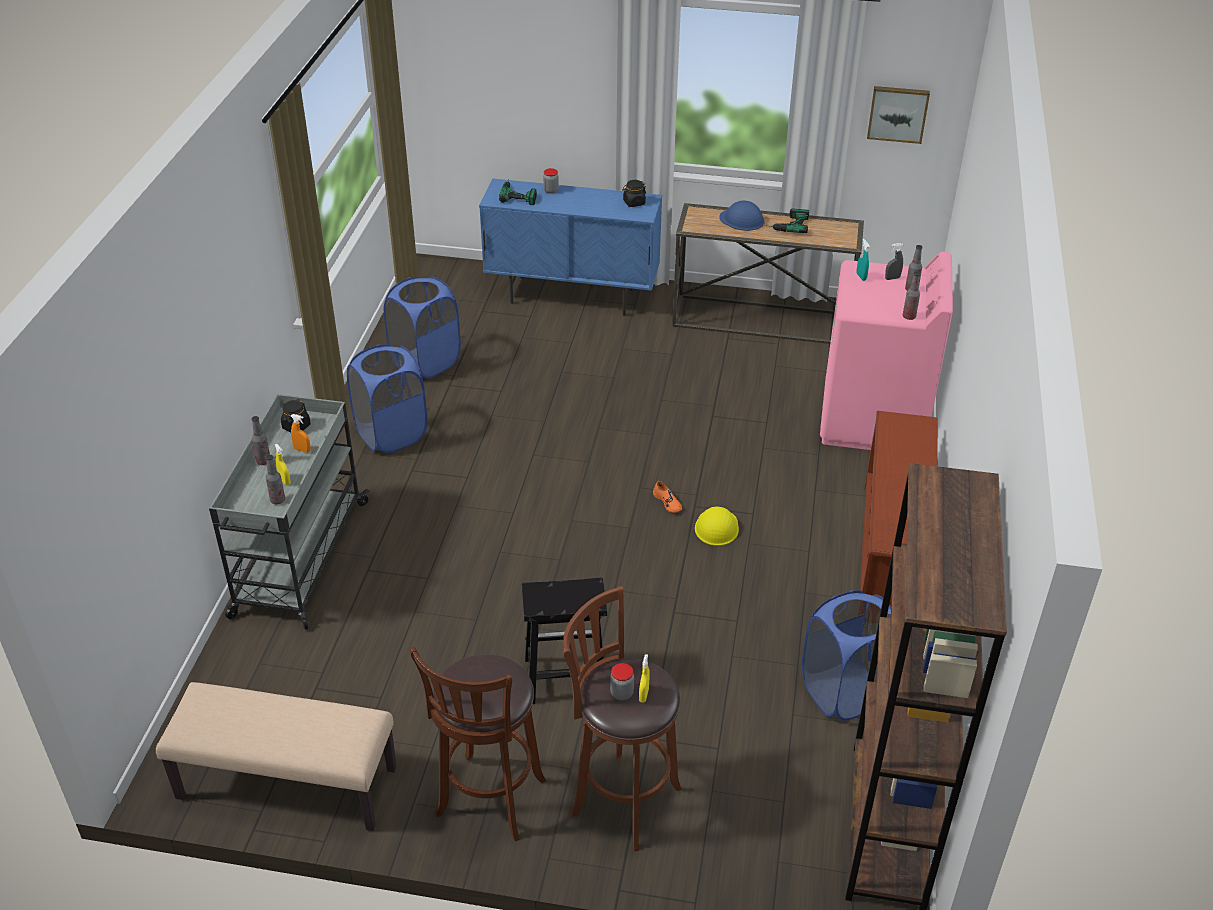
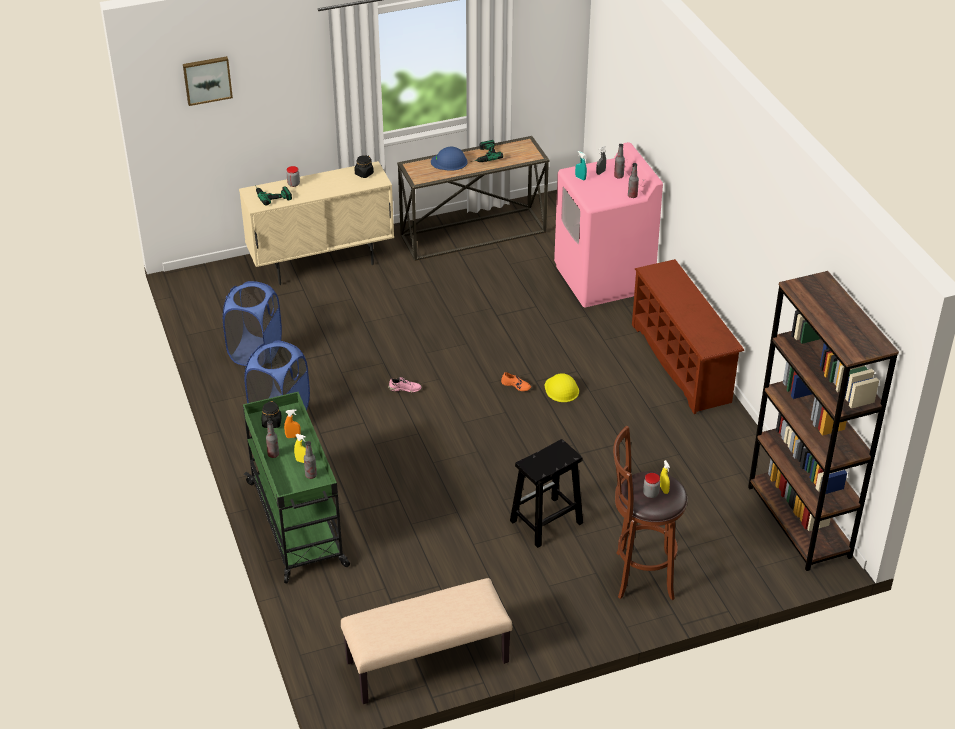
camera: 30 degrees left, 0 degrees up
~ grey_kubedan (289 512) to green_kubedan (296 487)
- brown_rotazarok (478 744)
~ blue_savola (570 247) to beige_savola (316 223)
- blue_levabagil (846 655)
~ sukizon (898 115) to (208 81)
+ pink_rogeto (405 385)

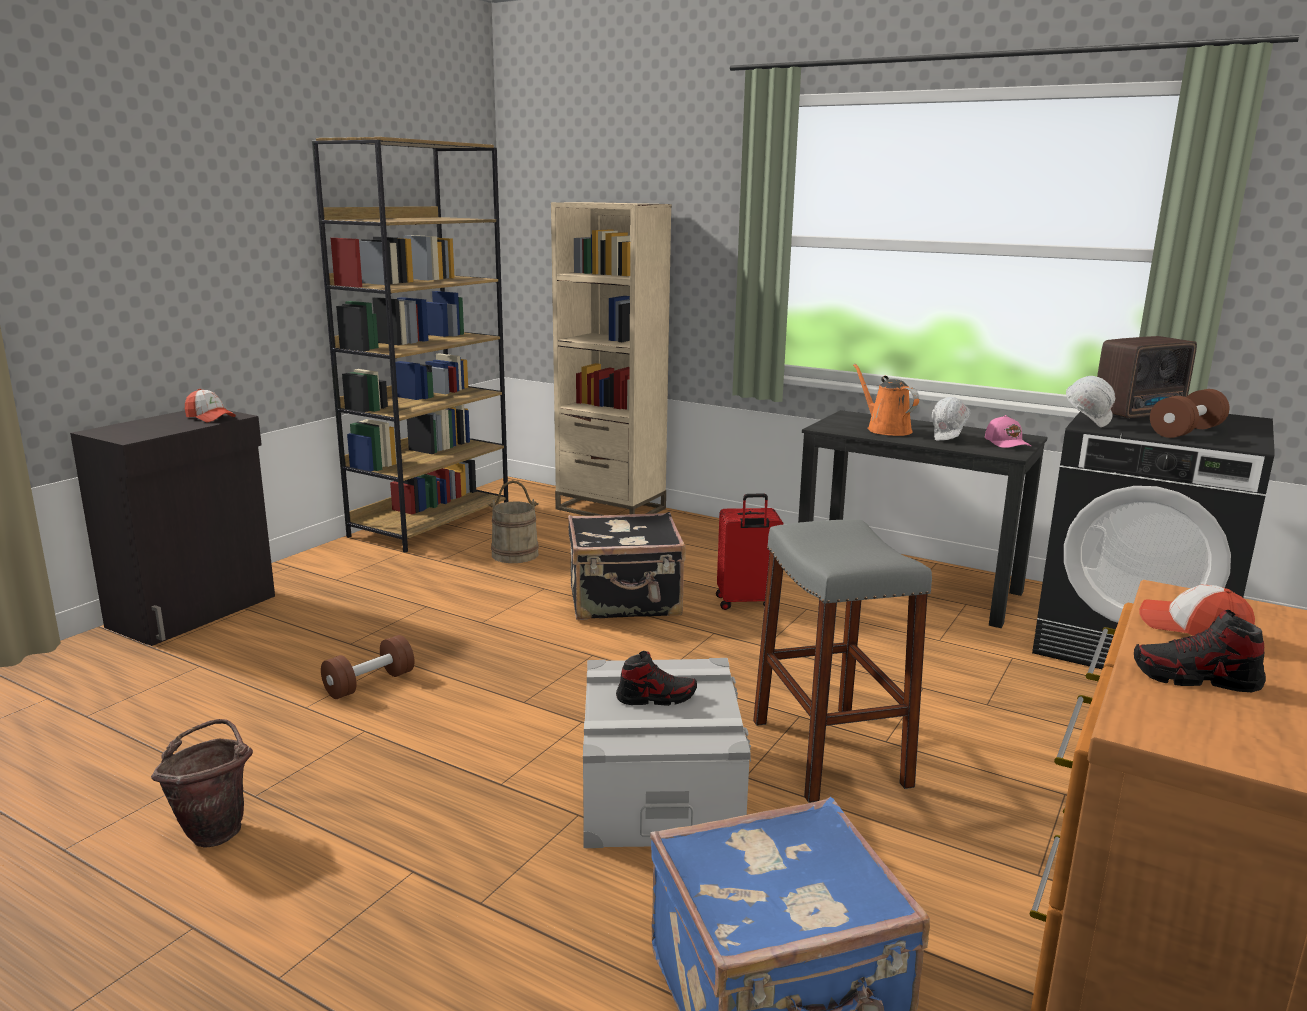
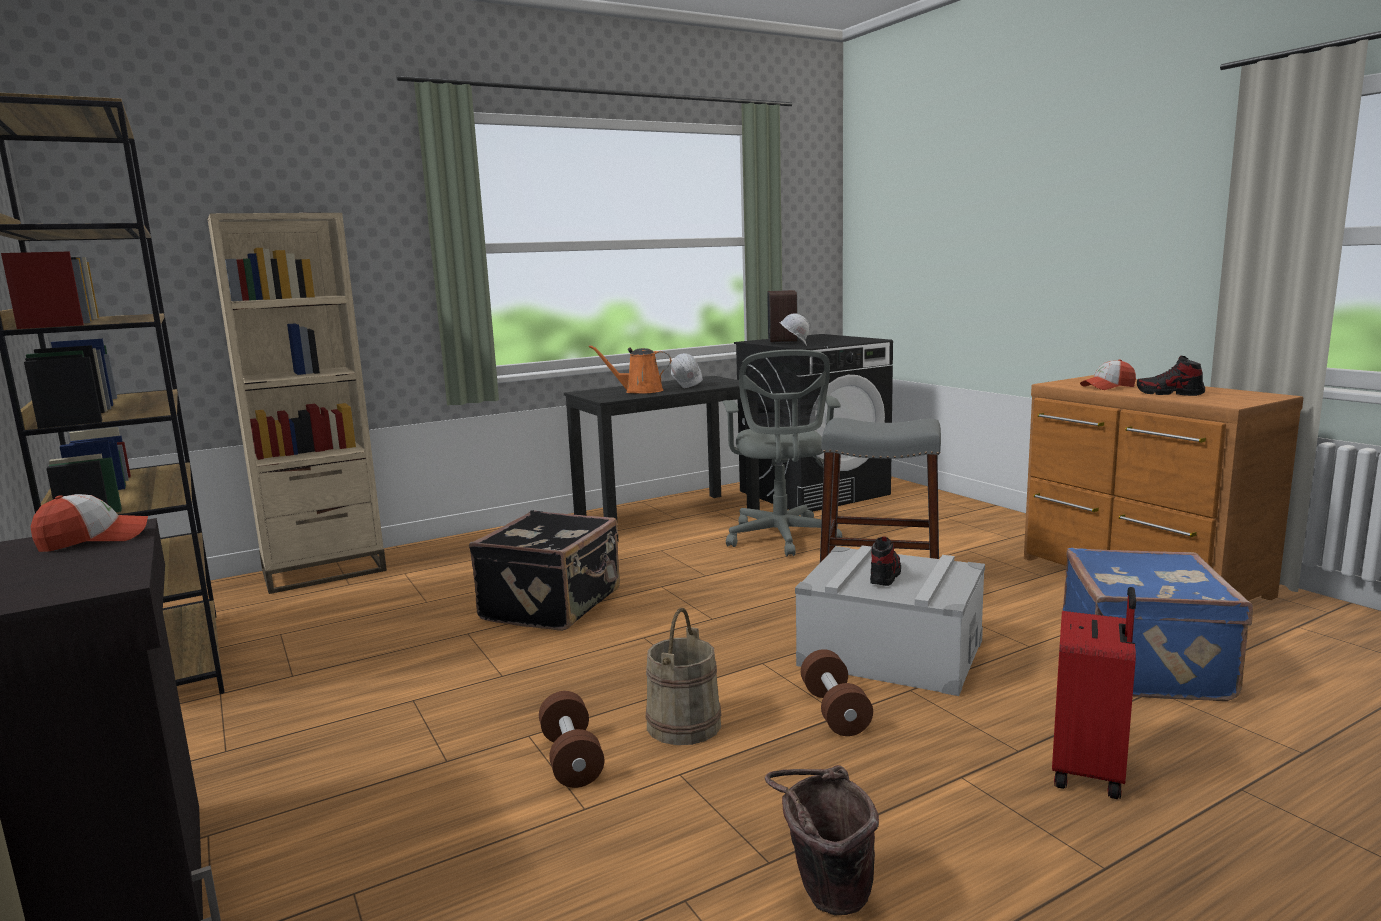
camera: 60 degrees left, 5 degrees down
~ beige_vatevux (513 521) to (683 676)
~ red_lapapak (749 551) to (1094 693)
- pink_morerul (1008 431)
~ rogeto (1200 651) = (1171 376) 75 degrees clockwise
~ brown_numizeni (1189 413) to (837 692)
+ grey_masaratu (782 453)

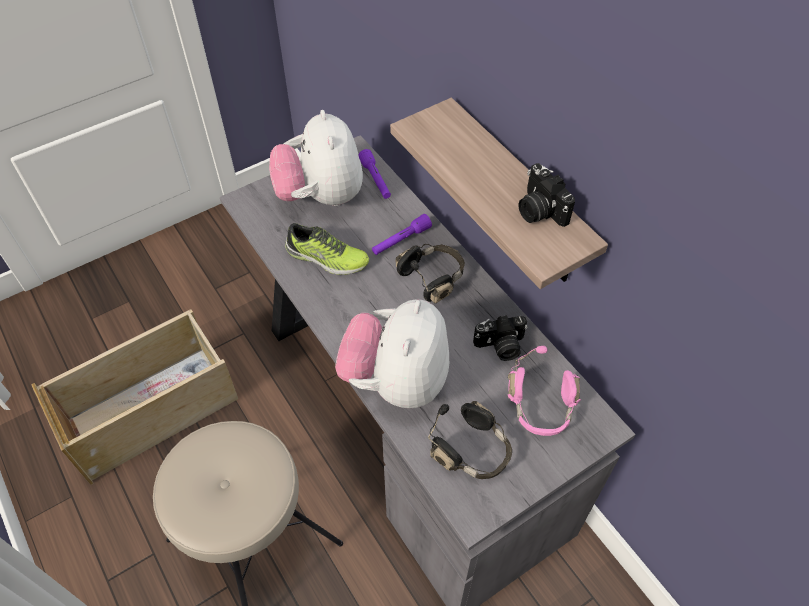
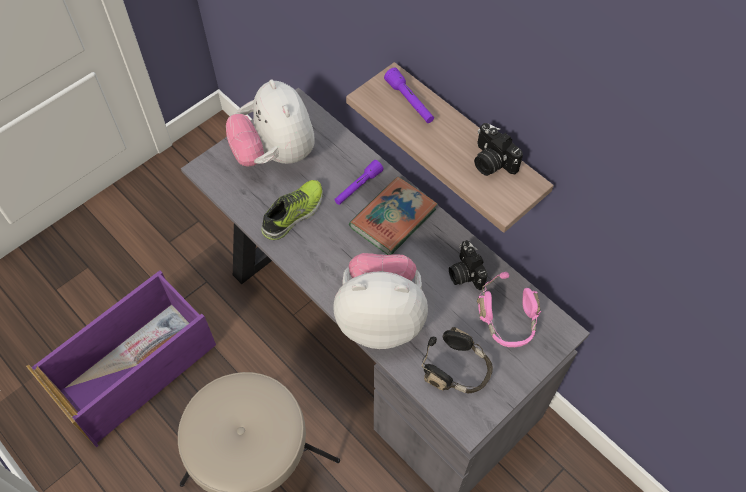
camera: 10 degrees left, 5 degrees up
~ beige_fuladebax (134 397) to purple_fuladebax (121 359)
~ rogeto (327 249) = (292 210) 60 degrees counterclockwise
~ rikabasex (392 353) = (380 301) 90 degrees clockwise
~ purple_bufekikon (374 174) to (409 95)
~ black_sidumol (430 273) to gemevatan (393 216)
~ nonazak (500 338) = (468 265) 90 degrees clockwise

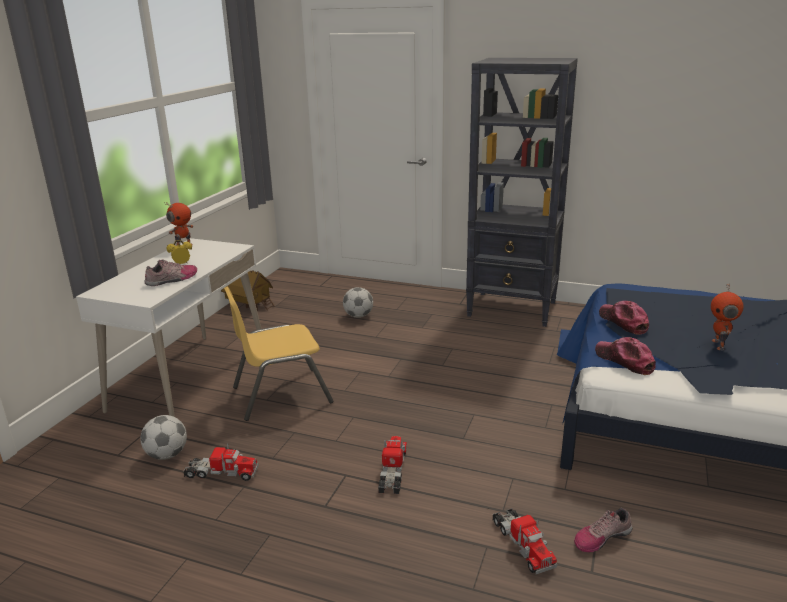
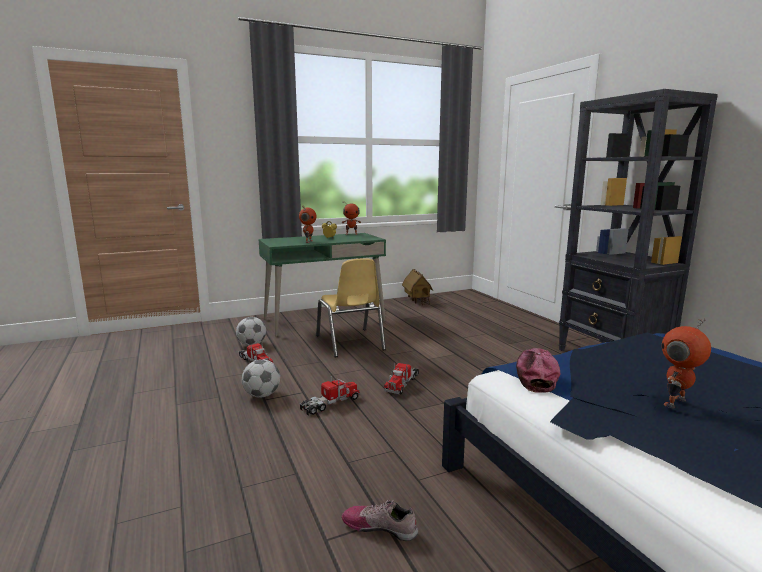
camera: 45 degrees right, 10 degrees down
~ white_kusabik (168 327) to green_kusabik (322 284)
~ rogeto (171 272) to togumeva (308 225)
~ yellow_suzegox (279 354) = (351 307) 135 degrees counterclockwise
~ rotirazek (358 302) to (261 378)
~ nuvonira (525 541) to (401 378)
- morerul (624 318)

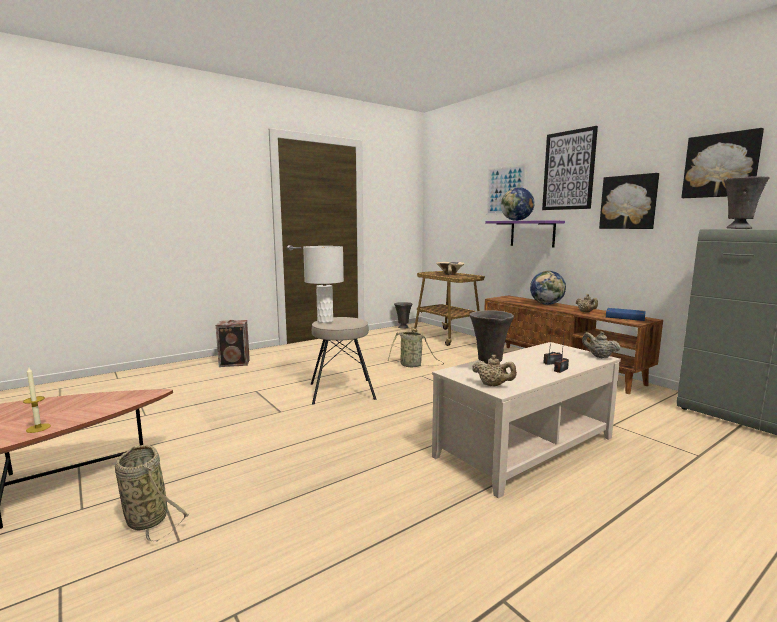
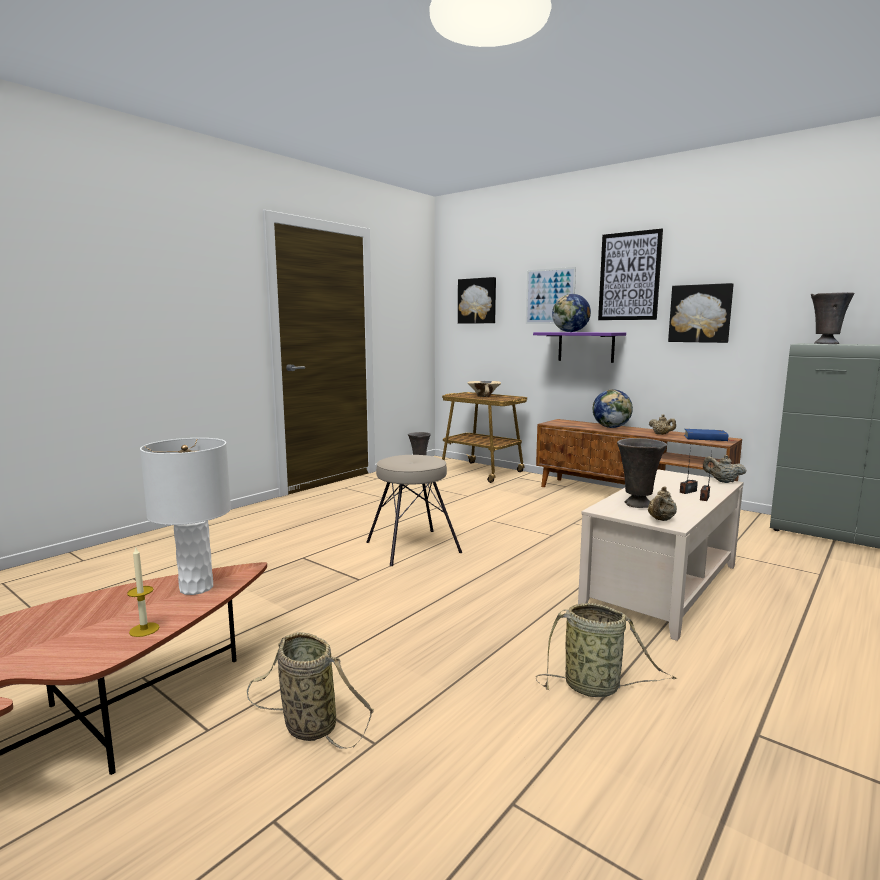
camera: 15 degrees left, 0 degrees up
- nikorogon (233 343)
~ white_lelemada (323 284) to (185 516)
~ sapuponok (416 349) to (606 650)
~ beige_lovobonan (494 371) = (662 503) 105 degrees clockwise
~ sukizon (722 163) to (477 300)

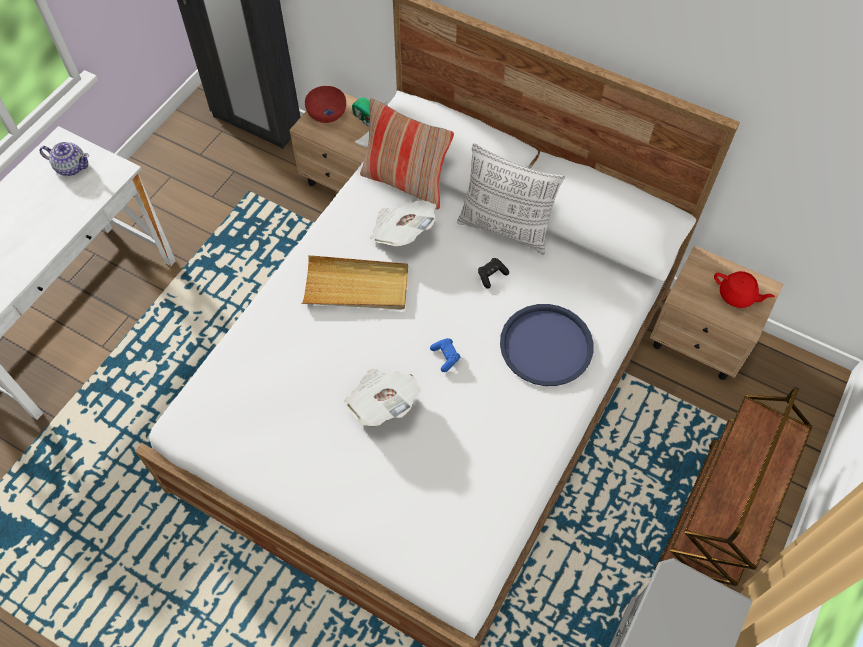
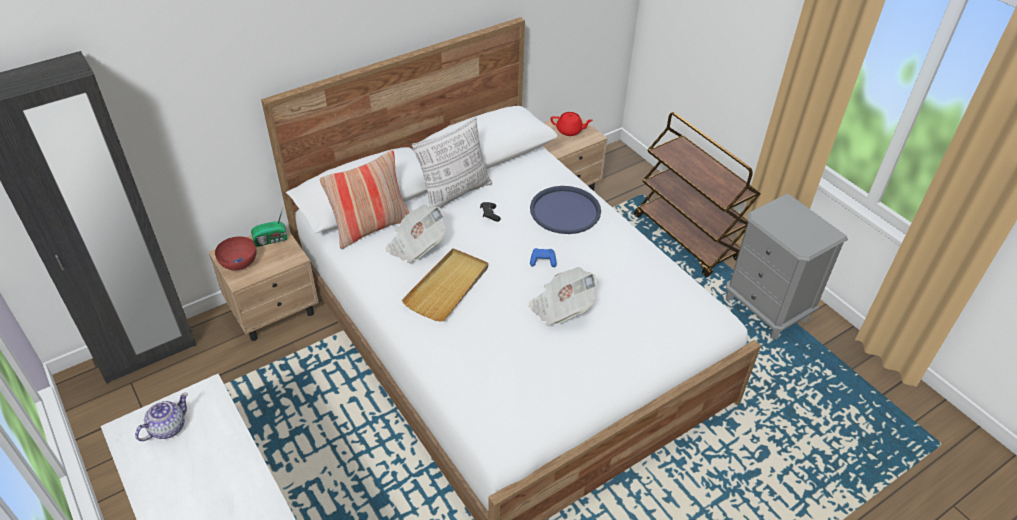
camera: 65 degrees left, 15 degrees down
~ red_lovobonan (744 289) = (571 124) 45 degrees clockwise

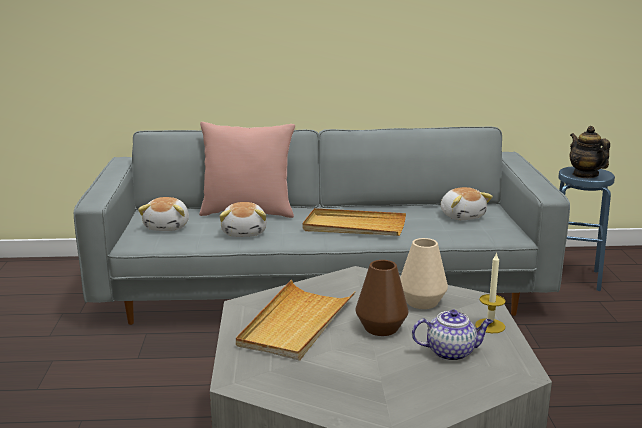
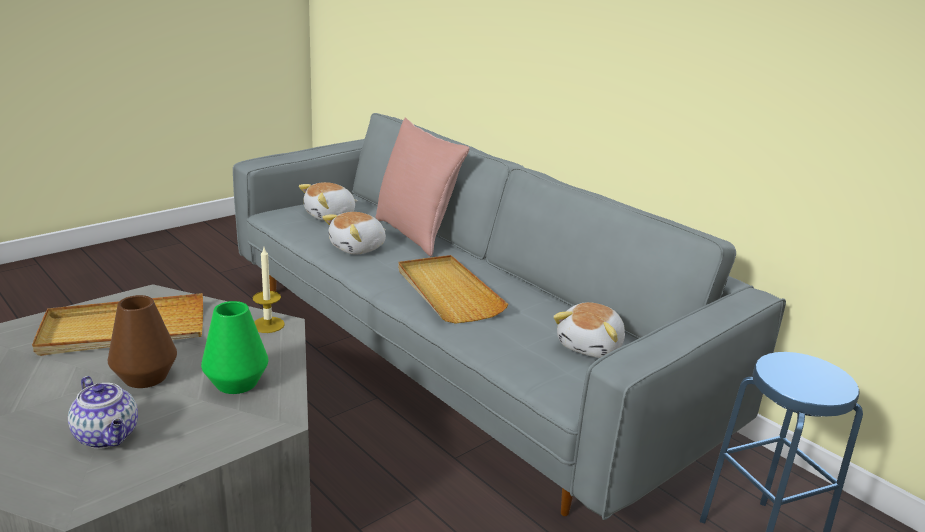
camera: 50 degrees right, 5 degrees up
~ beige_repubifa (424 273) to green_repubifa (234 347)
~ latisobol (490 292) to (268 290)
- lovobonan (590 152)

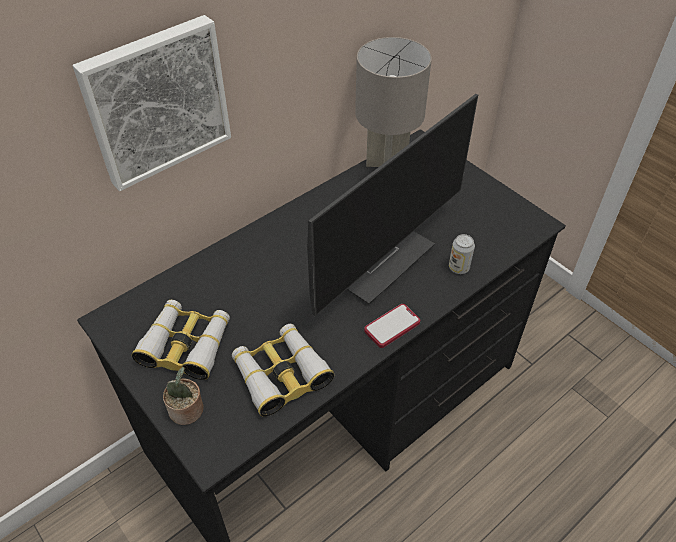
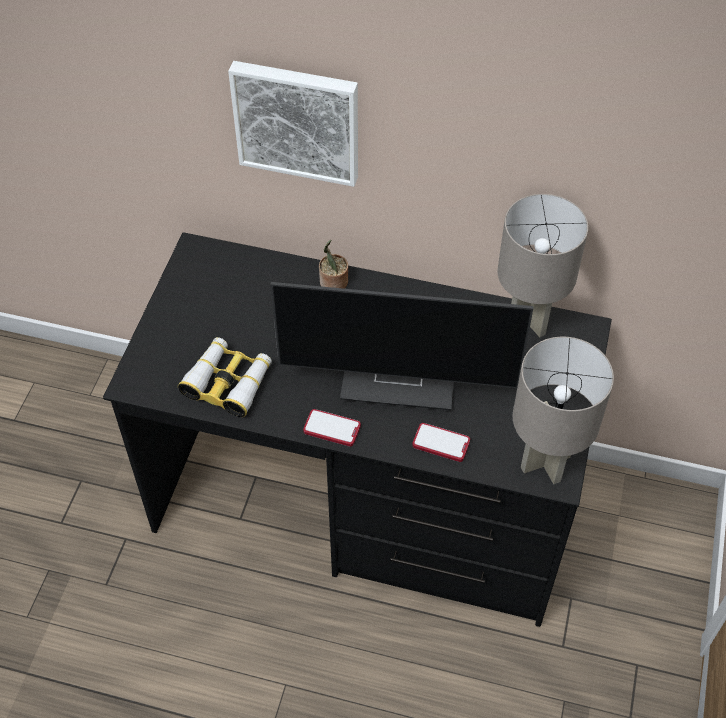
camera: 55 degrees right, 5 degrees up
- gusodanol (180 340)
~ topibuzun (183 396) to (333 264)
~ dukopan (462 254) to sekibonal (441 442)
+ grey_lelemada (563 410)

